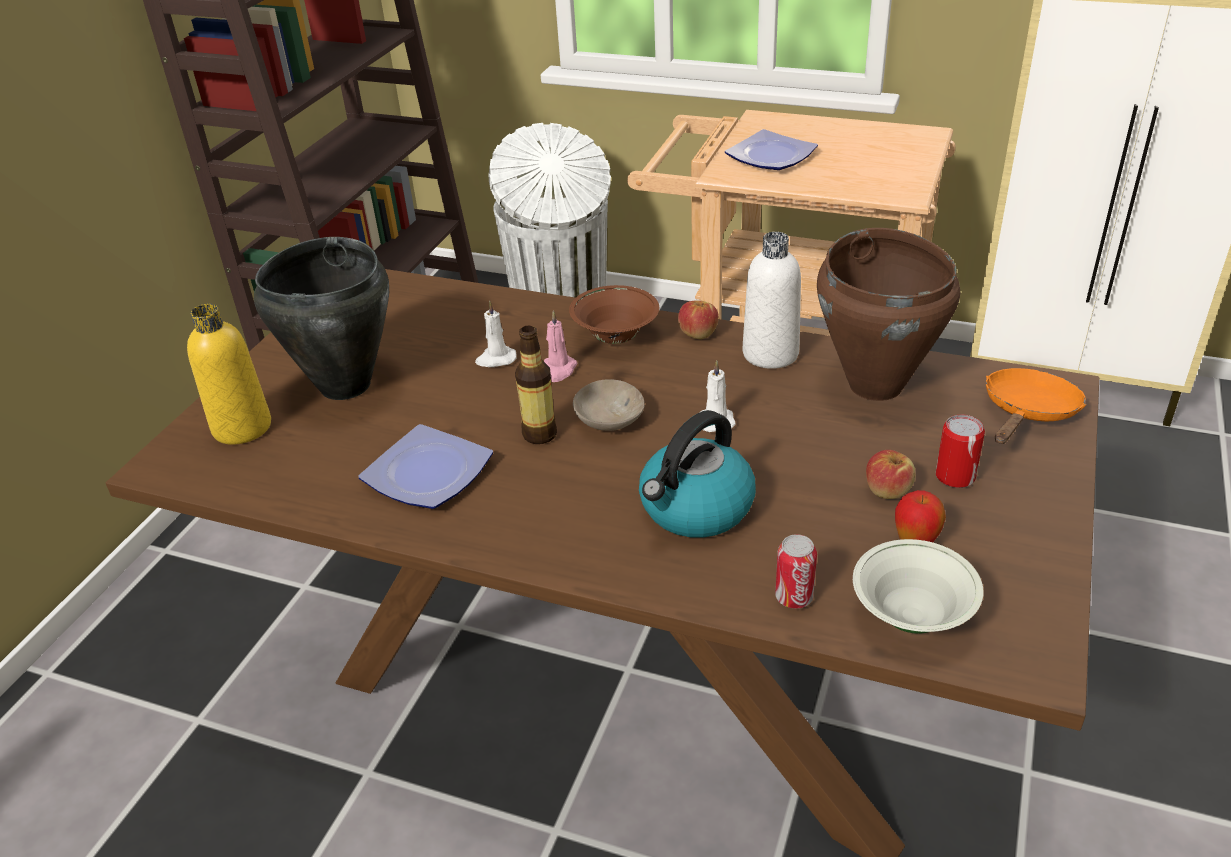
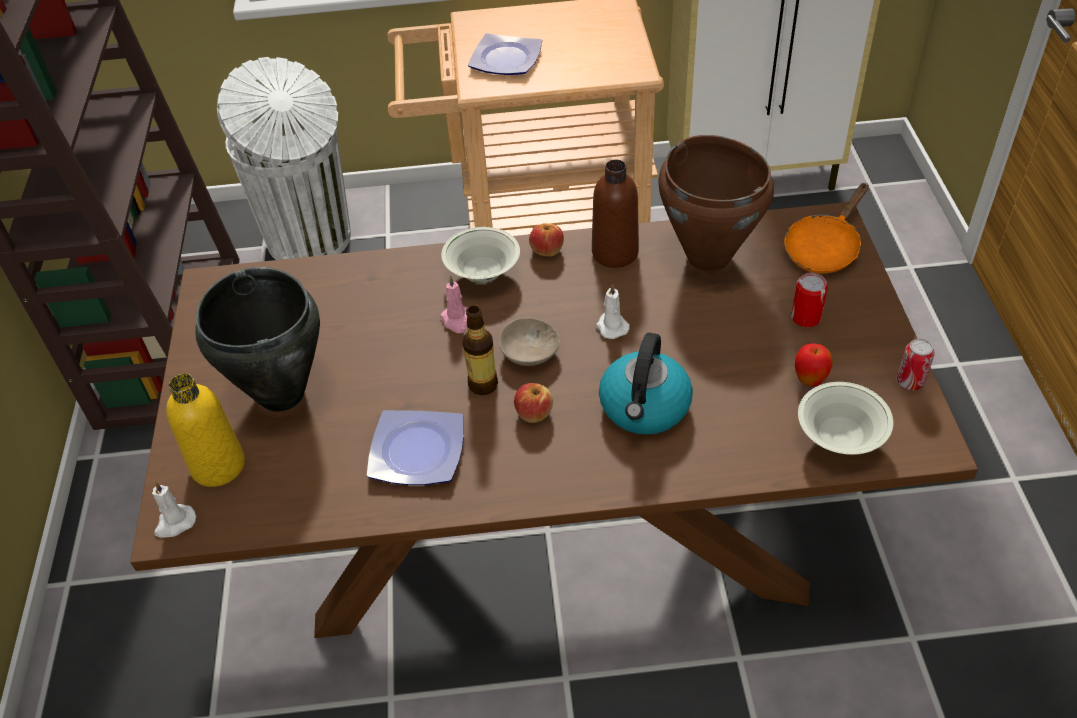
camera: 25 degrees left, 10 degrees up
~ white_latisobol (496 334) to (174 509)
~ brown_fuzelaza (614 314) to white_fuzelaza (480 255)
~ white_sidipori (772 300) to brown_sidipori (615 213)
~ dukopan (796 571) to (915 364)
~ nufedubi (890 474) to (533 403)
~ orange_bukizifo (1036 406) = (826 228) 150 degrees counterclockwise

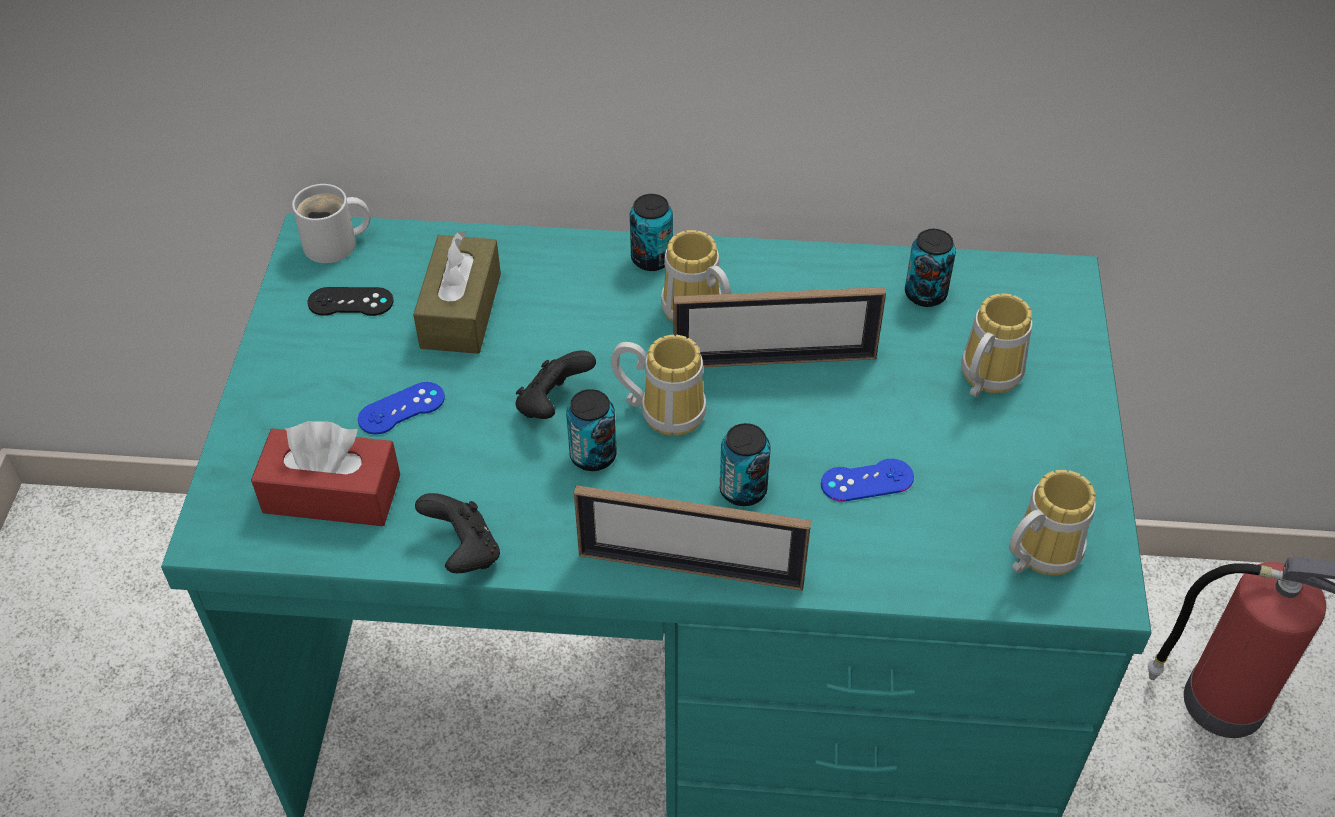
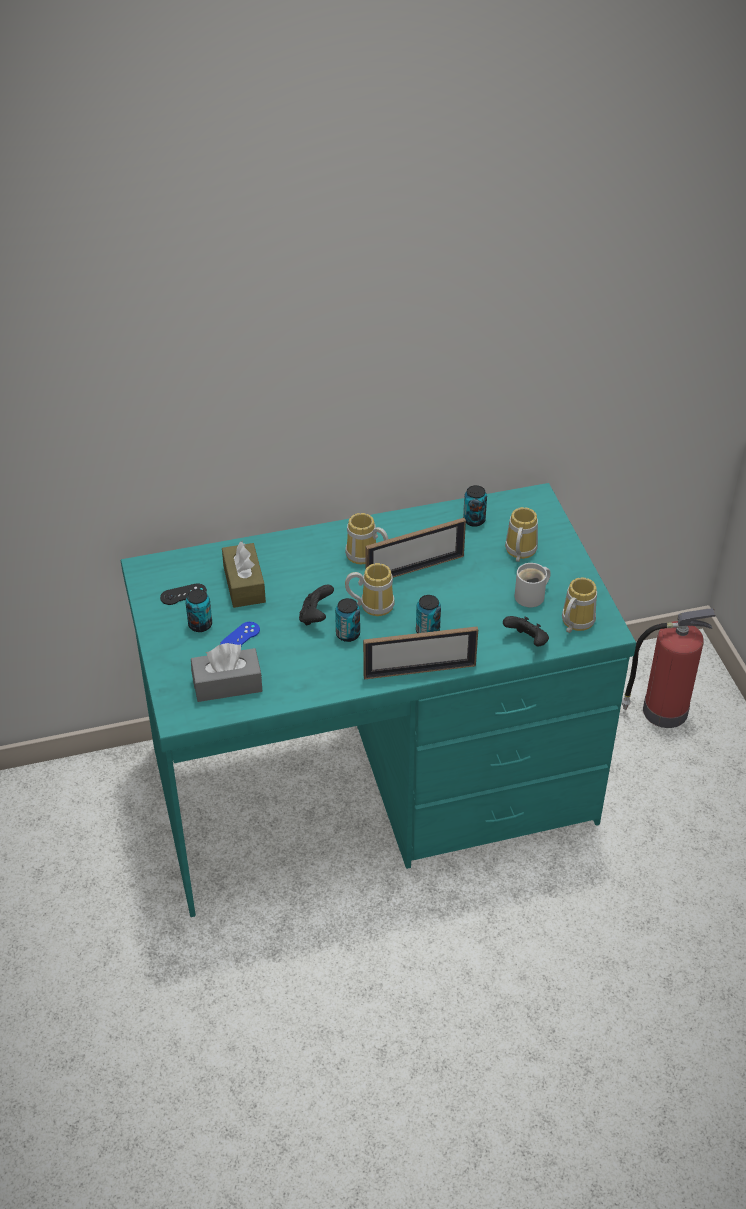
camera: 20 degrees left, 5 degrees down
~ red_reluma (325 473) to grey_reluma (226 672)
~ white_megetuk (331 223) to (533 585)
~ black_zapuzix (457 533) to (526 631)
~ dukopan (651 232) to (198 610)
- blue_zapuzix (867 480)

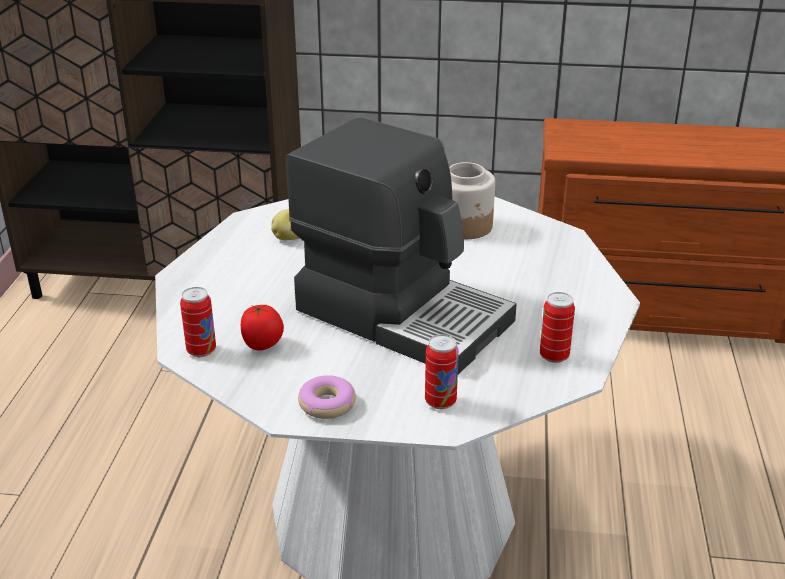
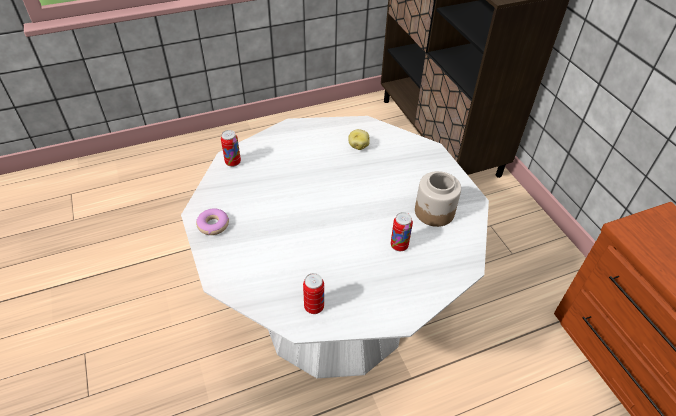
camera: 60 degrees right, 15 degrees up
- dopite (262 327)
- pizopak (401 245)
~ dukopan (442 372) to (402 231)

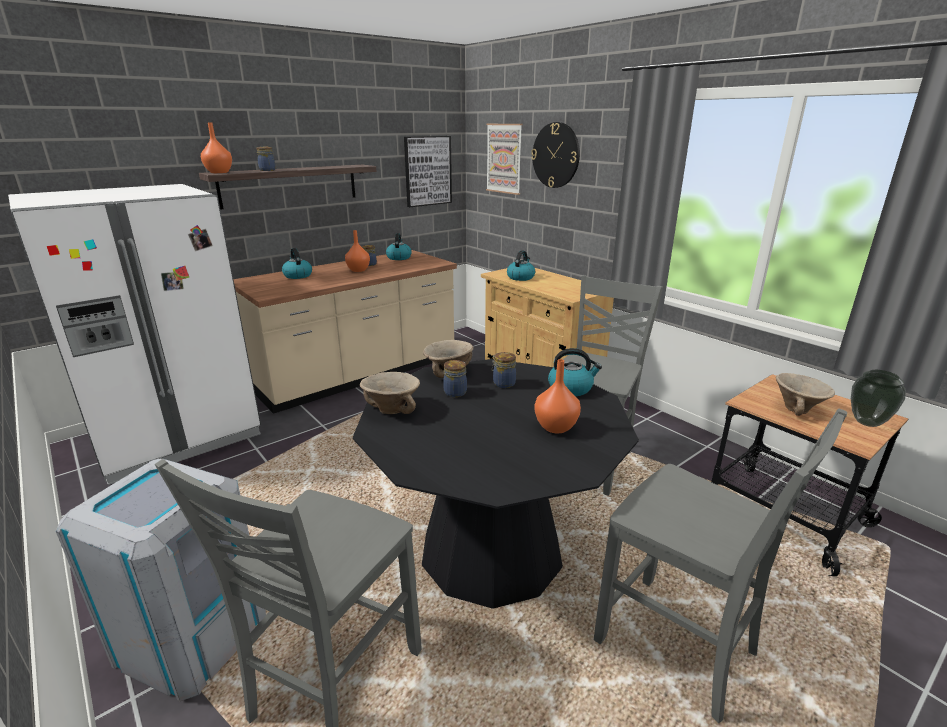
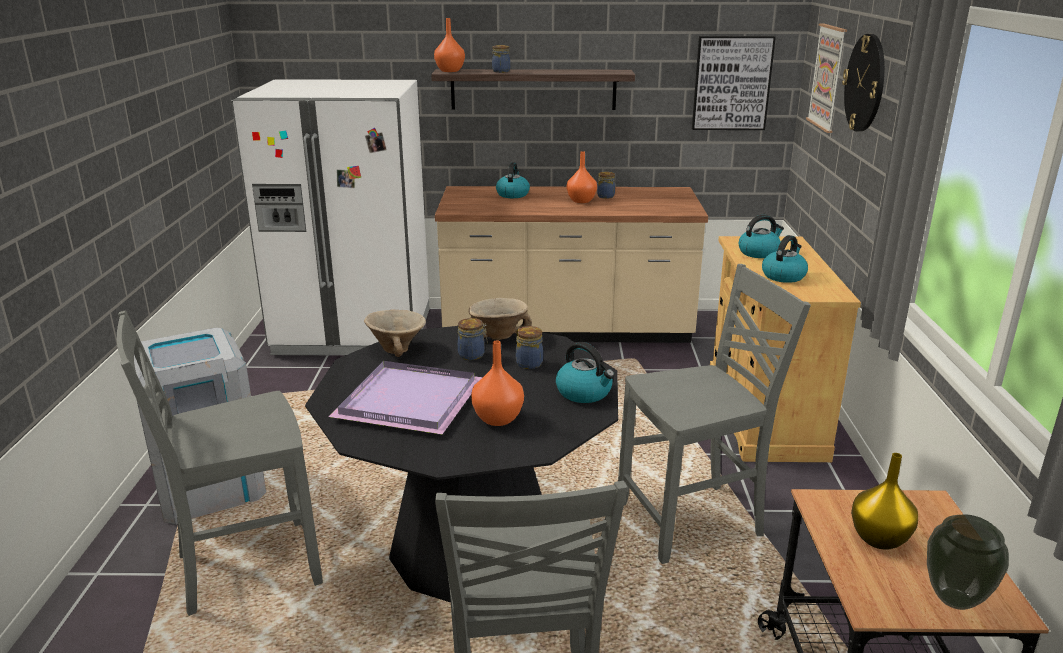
camera: 40 degrees right, 0 degrees up
~ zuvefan (399 246) to (785 259)
~ beige_fuzelaza (805 394) to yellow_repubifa (884 501)
+ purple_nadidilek (406 397)

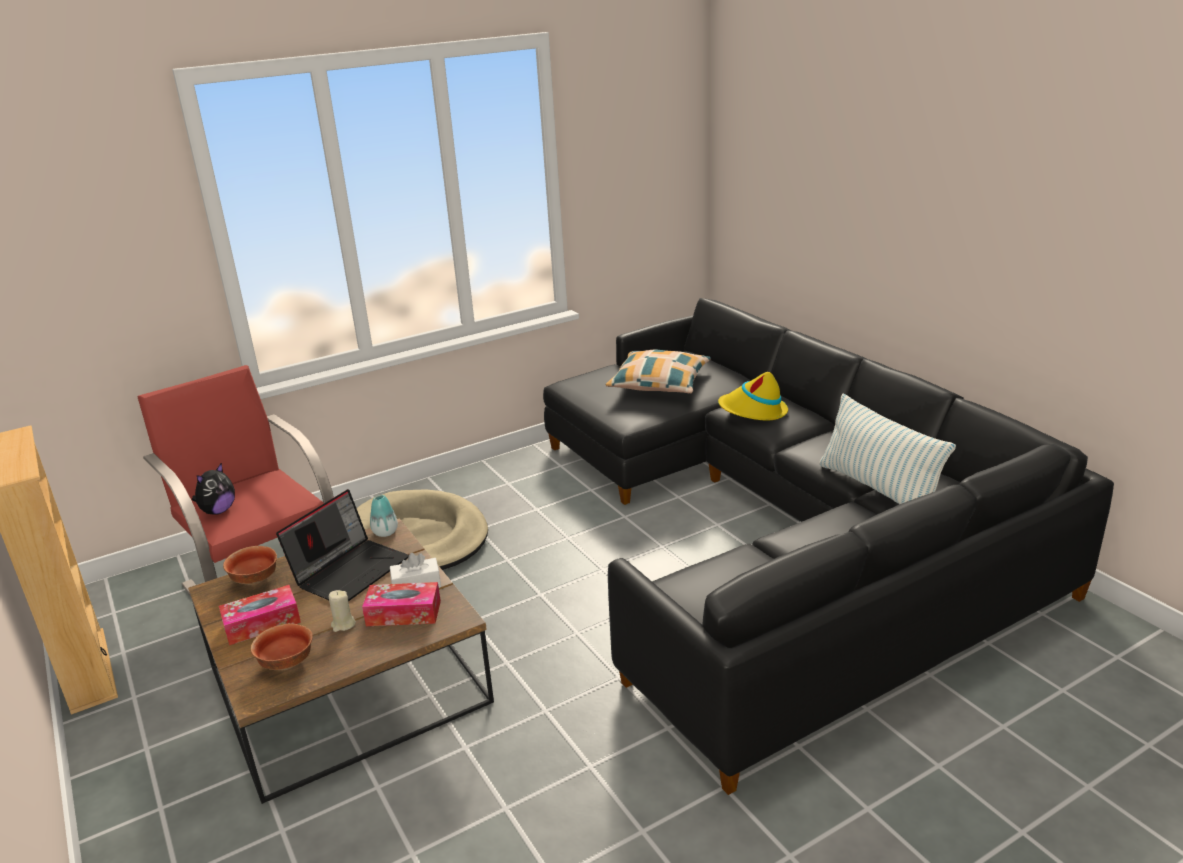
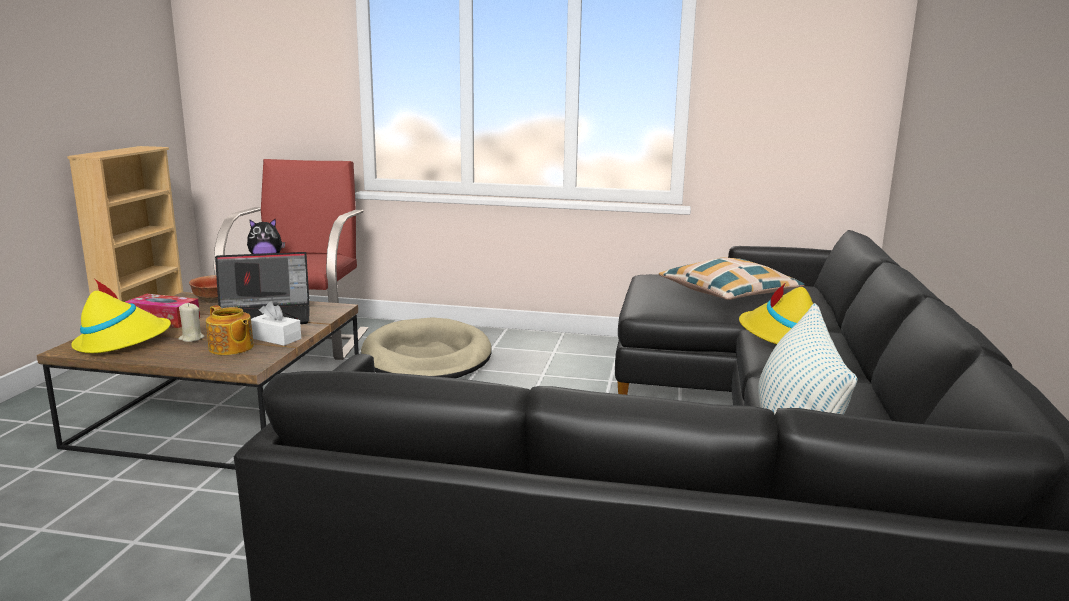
camera: 40 degrees right, 10 degrees down
~ fuzelaza (282 647) to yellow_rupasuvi (121 315)
~ reluma (401 604) to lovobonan (230 330)
- repubifa (384 516)

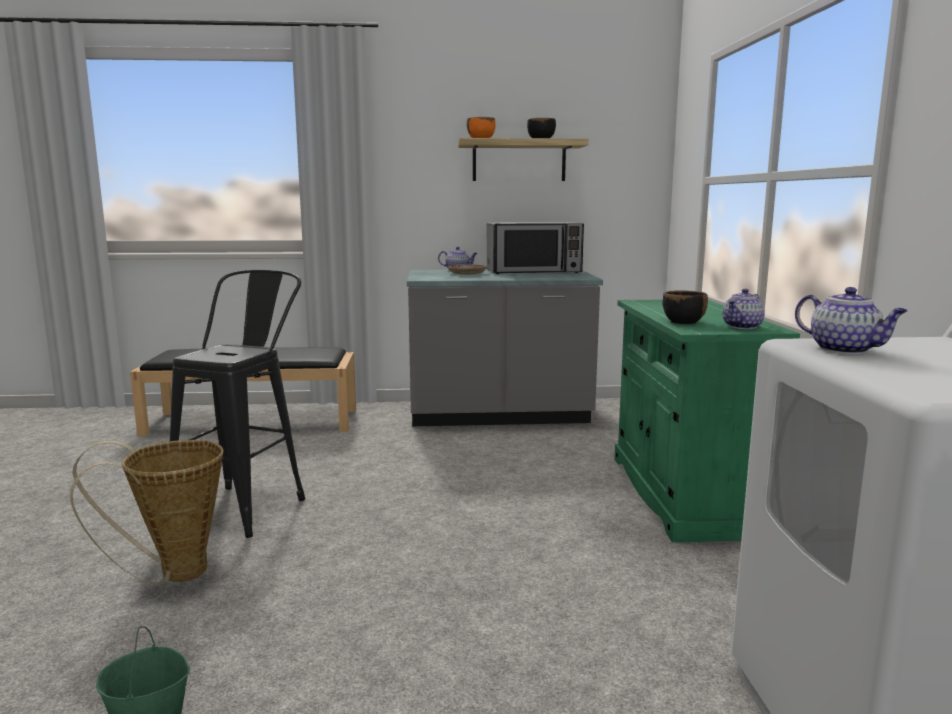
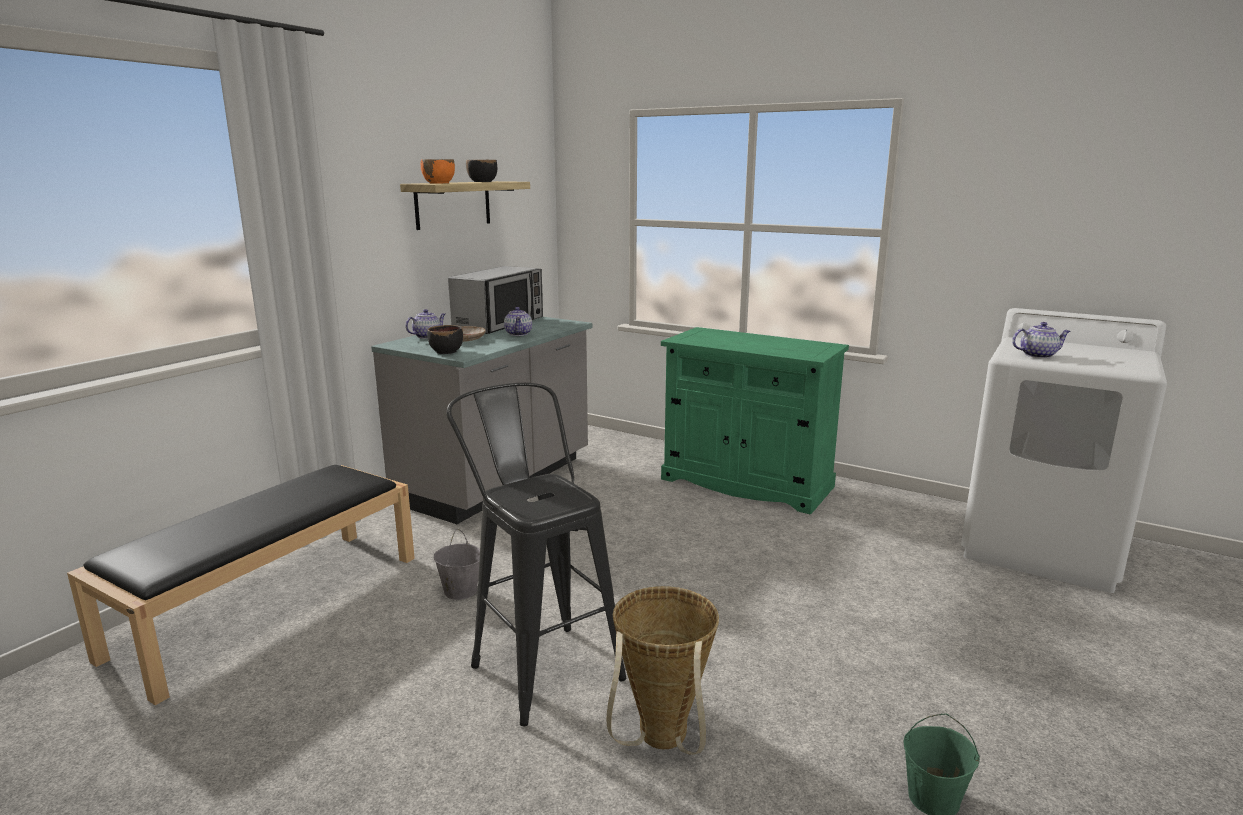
camera: 55 degrees left, 5 degrees up
~ black_fuzelaza (685 307) to (445 339)
~ lovobonan (744 309) to (518 321)
+ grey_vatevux (457 564)

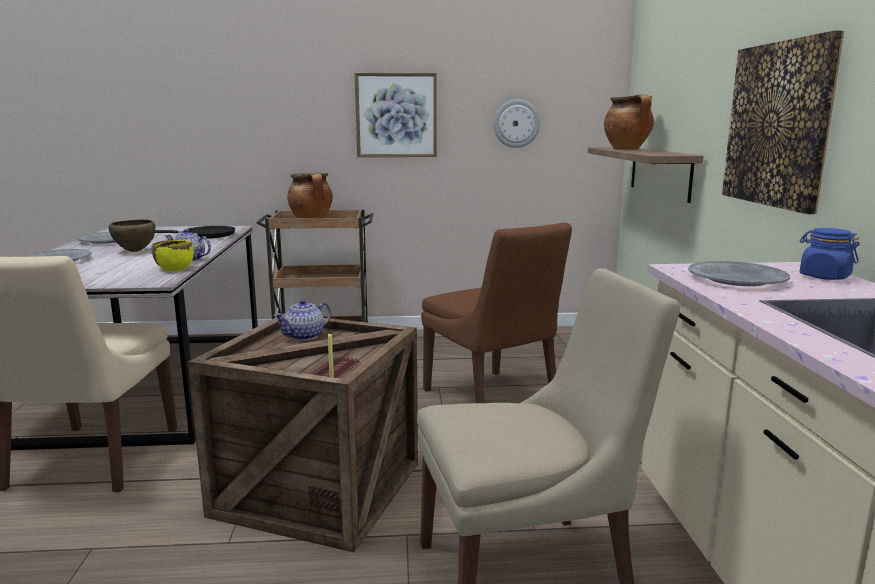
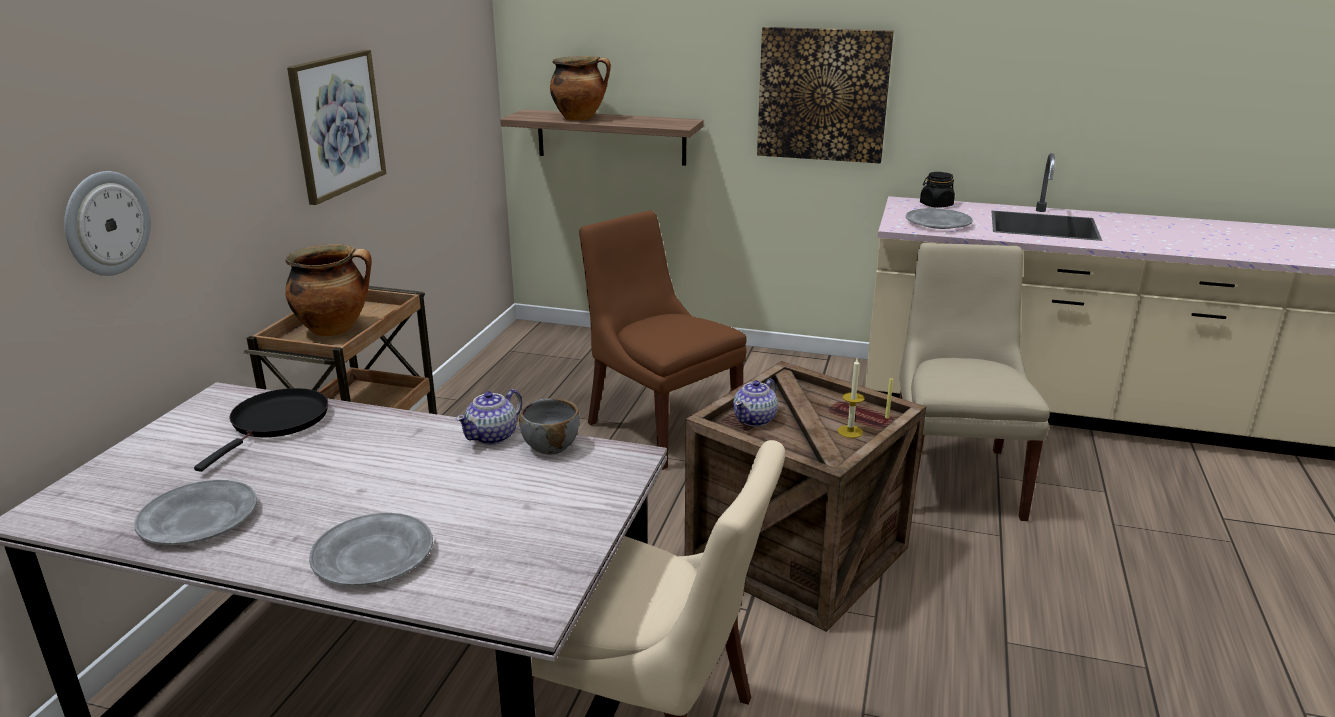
camera: 70 degrees left, 10 degrees up
- brown_fuzelaza (131 236)
~ yellow_fuzelaza (173 255) to grey_fuzelaza (549 426)
~ lovobonan (302 320) = (755 403) 60 degrees clockwise
~ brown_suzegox (496 313) = (663 340) 120 degrees counterclockwise
~ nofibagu (517 123) to (107 223)
~ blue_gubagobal (830 254) to black_gubagobal (937 190)
+ latisobol (851 398)

